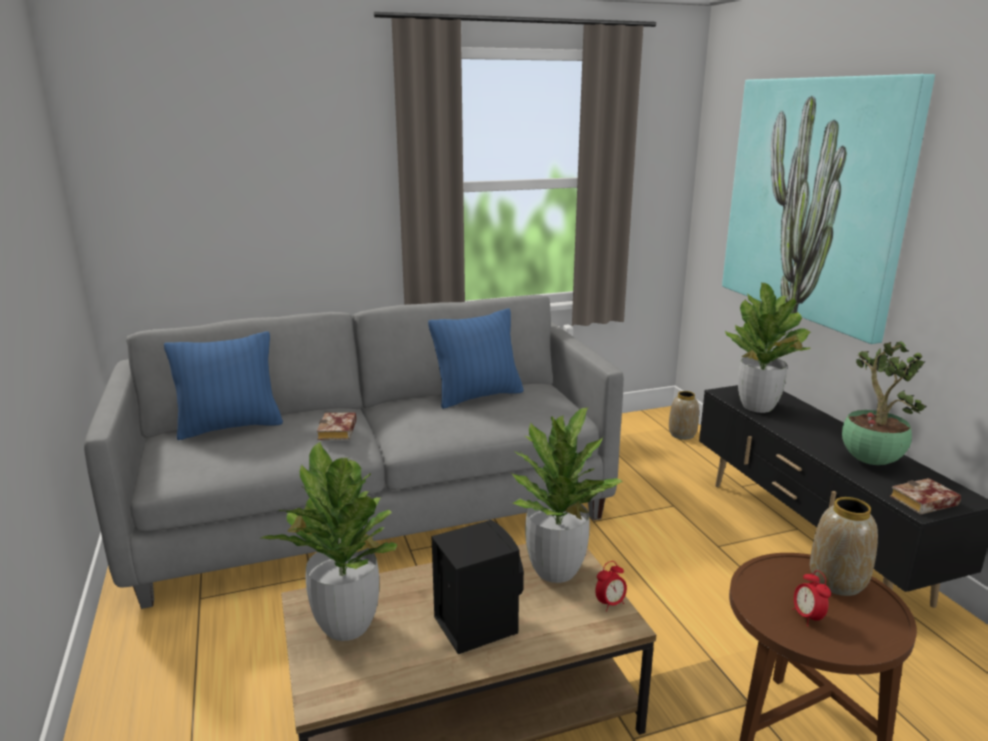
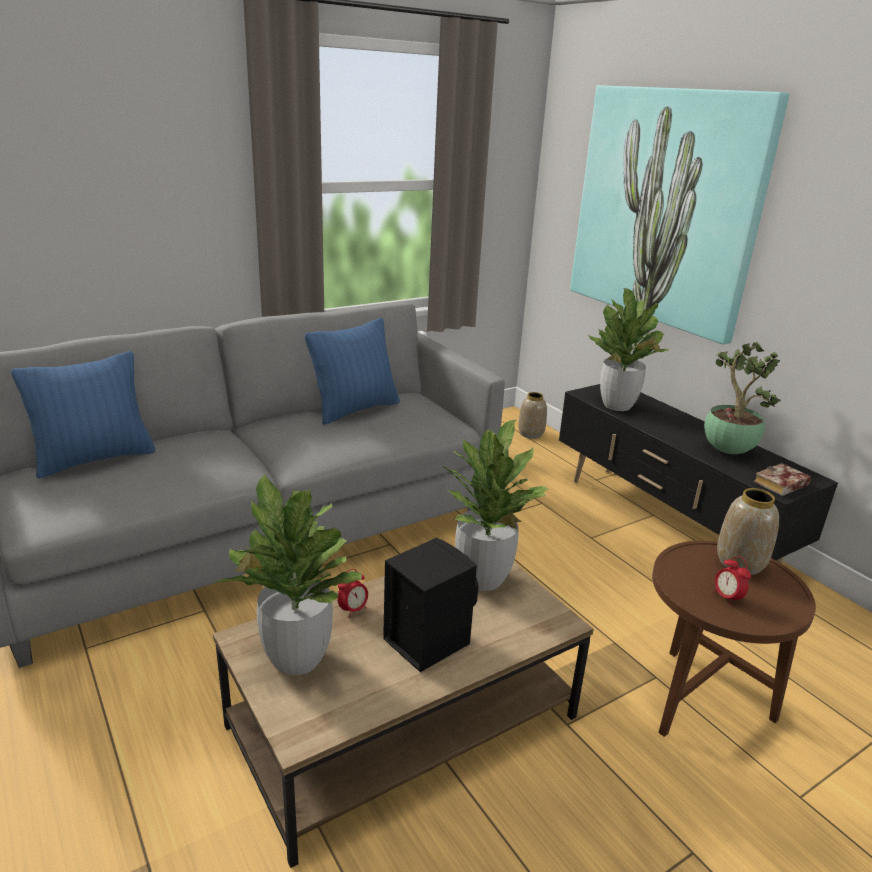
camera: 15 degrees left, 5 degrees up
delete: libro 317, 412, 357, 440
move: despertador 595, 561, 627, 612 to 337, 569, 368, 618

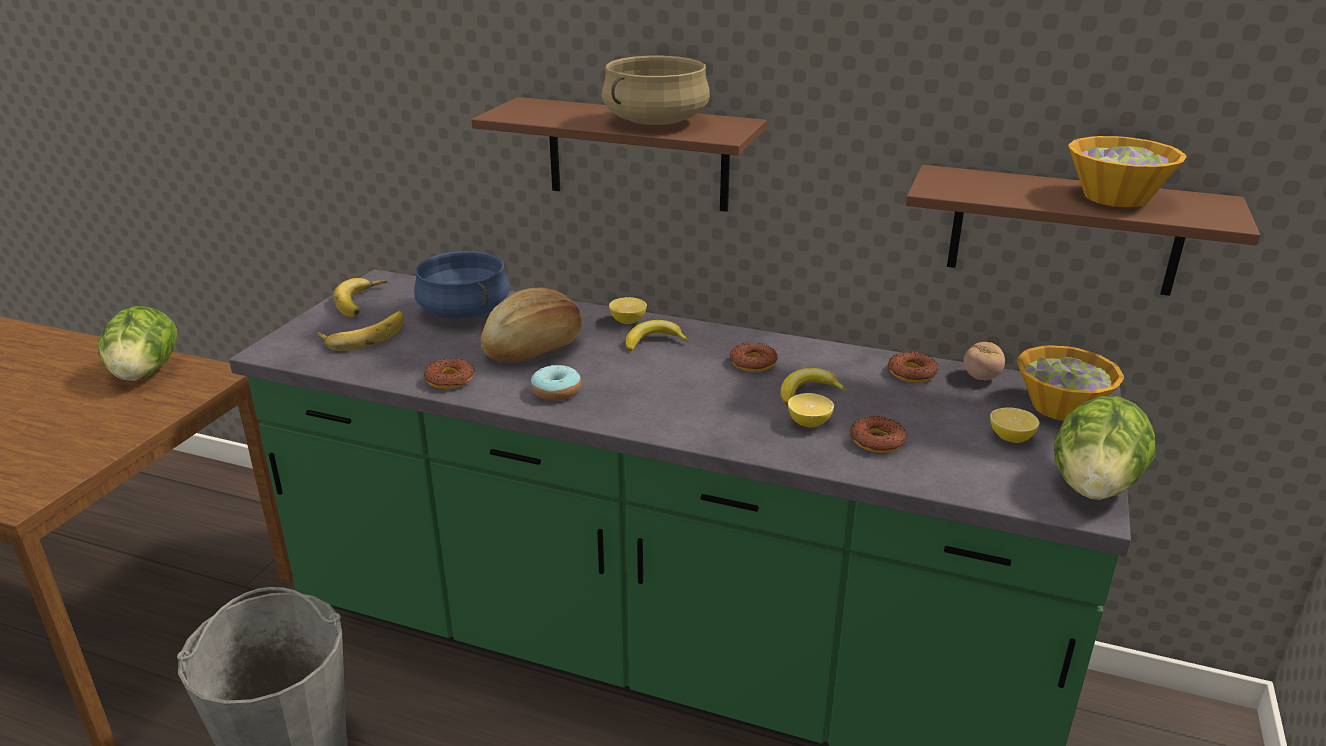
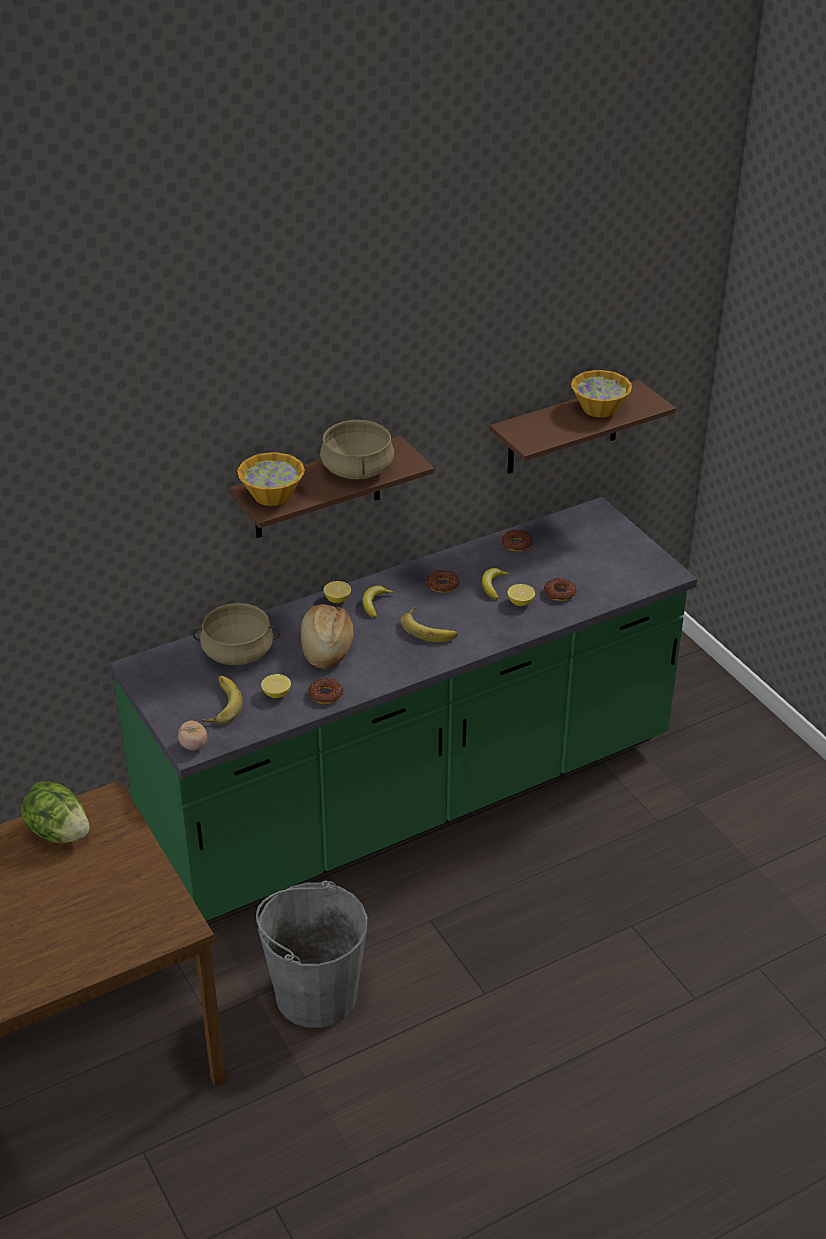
camera: 50 degrees left, 10 degrees up
delete: rosquilla 531, 365, 581, 401; lechuga 1054, 396, 1155, 500
move: plátano 333, 278, 387, 317 to 400, 606, 458, 642; tomate 963, 342, 1005, 380 to 178, 721, 207, 751; limón 990, 407, 1040, 443 to 261, 674, 291, 698; cuenco 1017, 345, 1124, 421 to 237, 452, 305, 506
recolor: olla/azul 414, 251, 510, 319 to olla/beis 192, 603, 280, 665

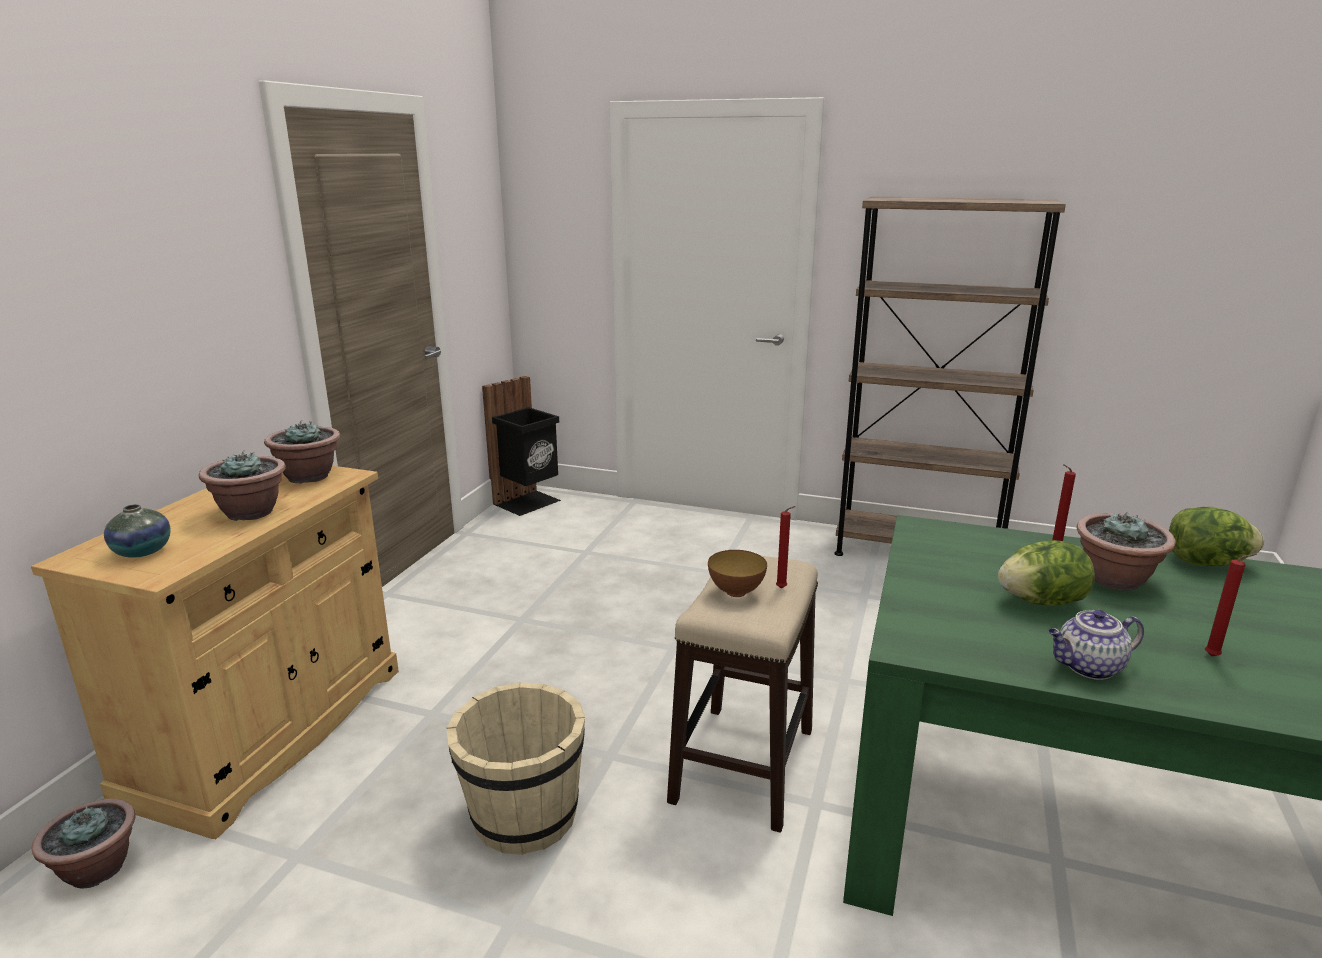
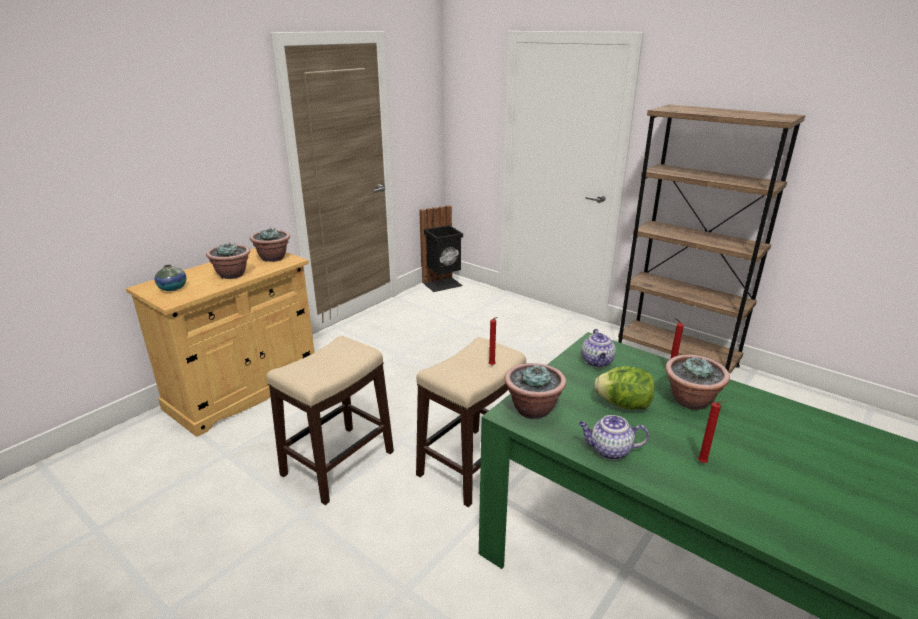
camera: 20 degrees right, 5 degrees up
delete: cuenco 708, 550, 767, 597; lechuga 1169, 507, 1264, 566
insert: tetera 581, 329, 616, 367
move: planta en maceta 32, 799, 135, 888 to 504, 363, 566, 419
replace: cubo/beis 447, 682, 585, 855 to taburete 266, 336, 394, 505

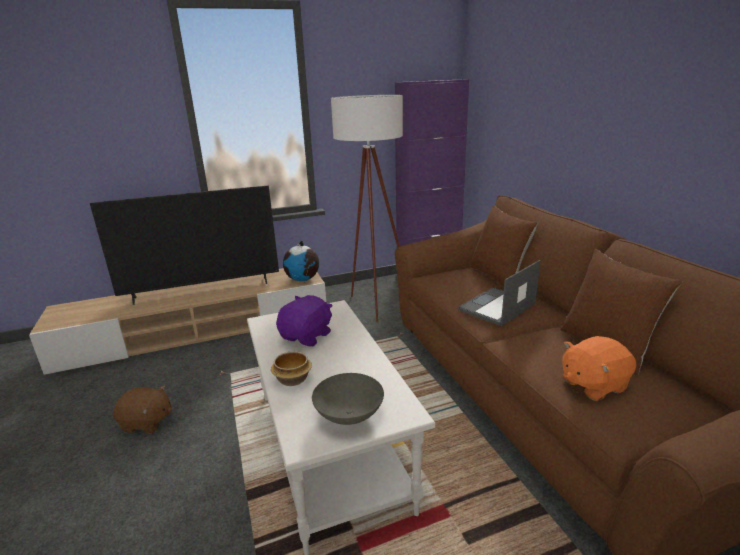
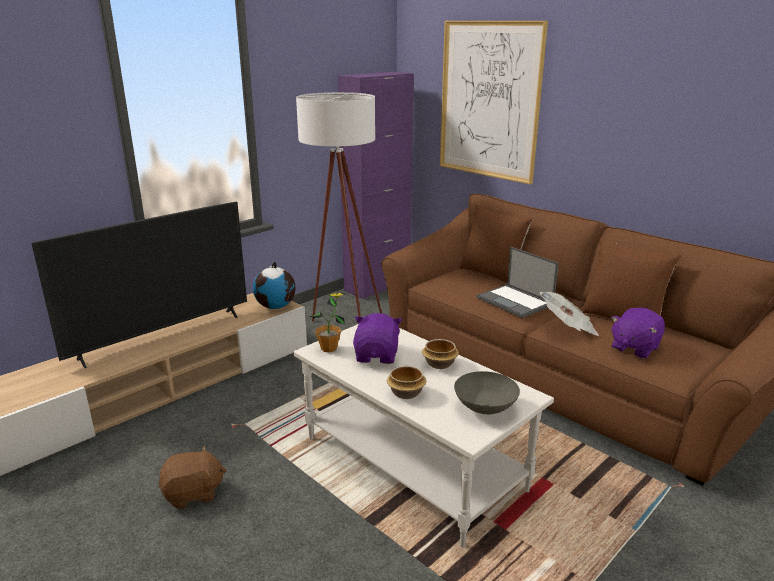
camera: 25 degrees left, 0 degrees up
insert: planta en maceta 310, 293, 346, 352; cuenco 422, 339, 459, 369; cuadro 440, 21, 548, 184; periódico 539, 292, 599, 336
recolor: peluche/naranja 562, 336, 636, 401 to peluche/morado 611, 308, 665, 359
rotate: portátil 458, 260, 541, 326 = 476, 247, 559, 318 60 degrees counterclockwise

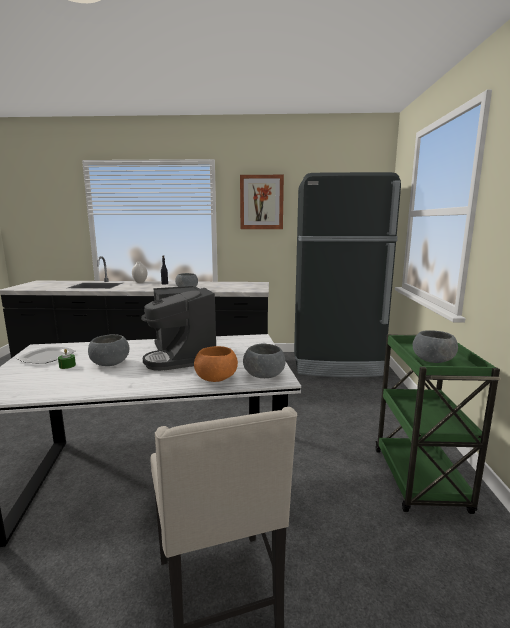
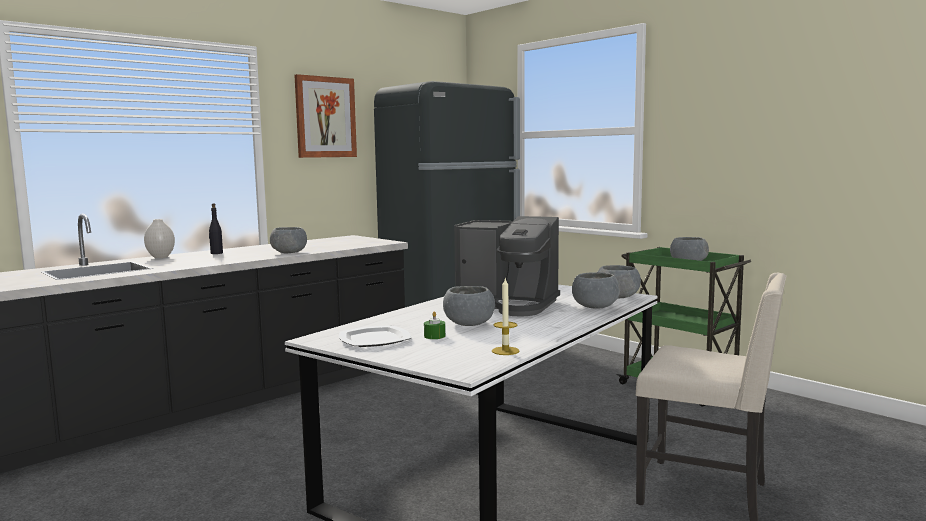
camera: 45 degrees left, 5 degrees down
insert: vela 492, 277, 520, 355
recolor: cuenco/naranja 194, 346, 238, 382 to cuenco/gris 572, 272, 620, 308

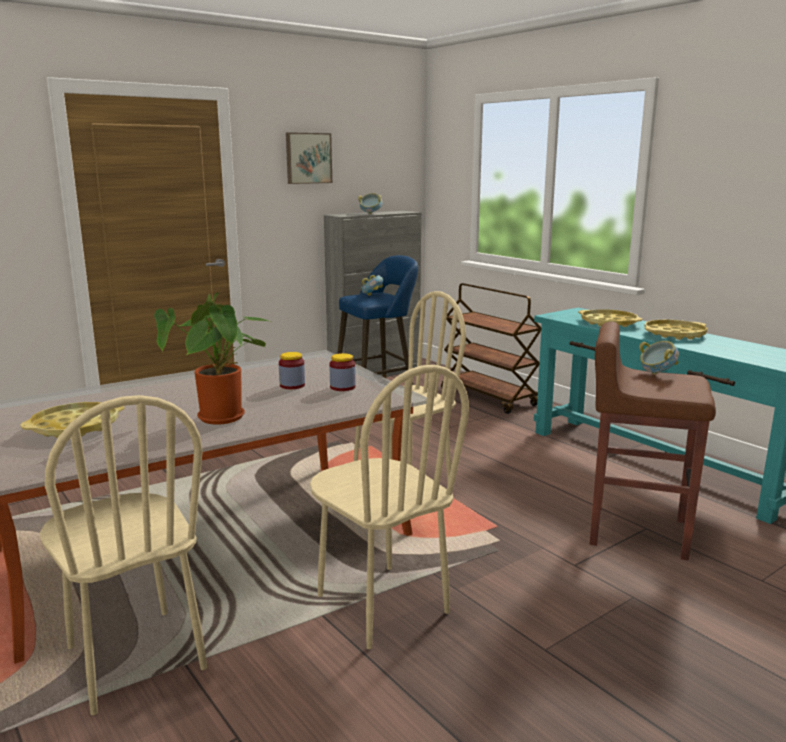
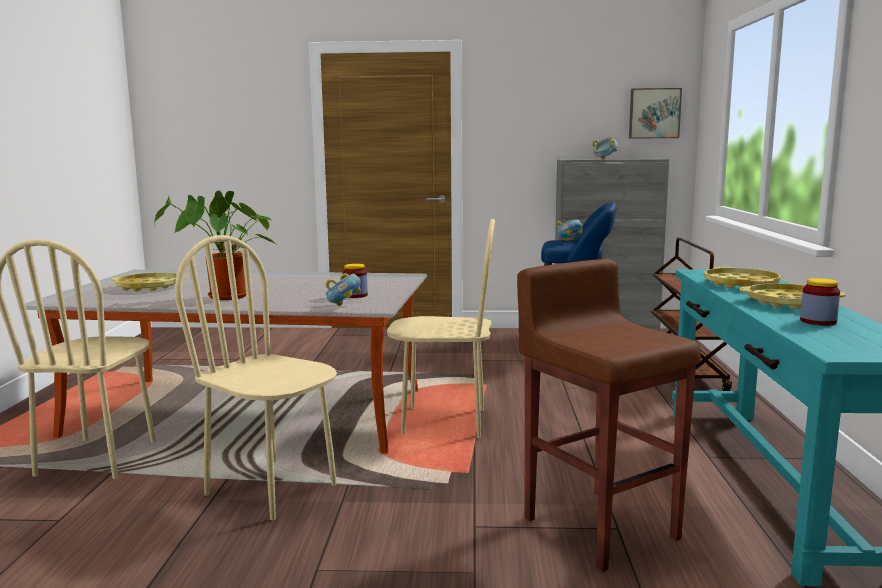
camera: 40 degrees right, 5 degrees down
move: tarro 279, 352, 305, 389 to 800, 278, 840, 326; cuadro 286, 132, 332, 184 to 629, 88, 682, 139; cuenco 639, 341, 679, 375 to 326, 273, 361, 306
rotate: silla/beis 310, 365, 469, 649 = 175, 235, 337, 520 120 degrees clockwise

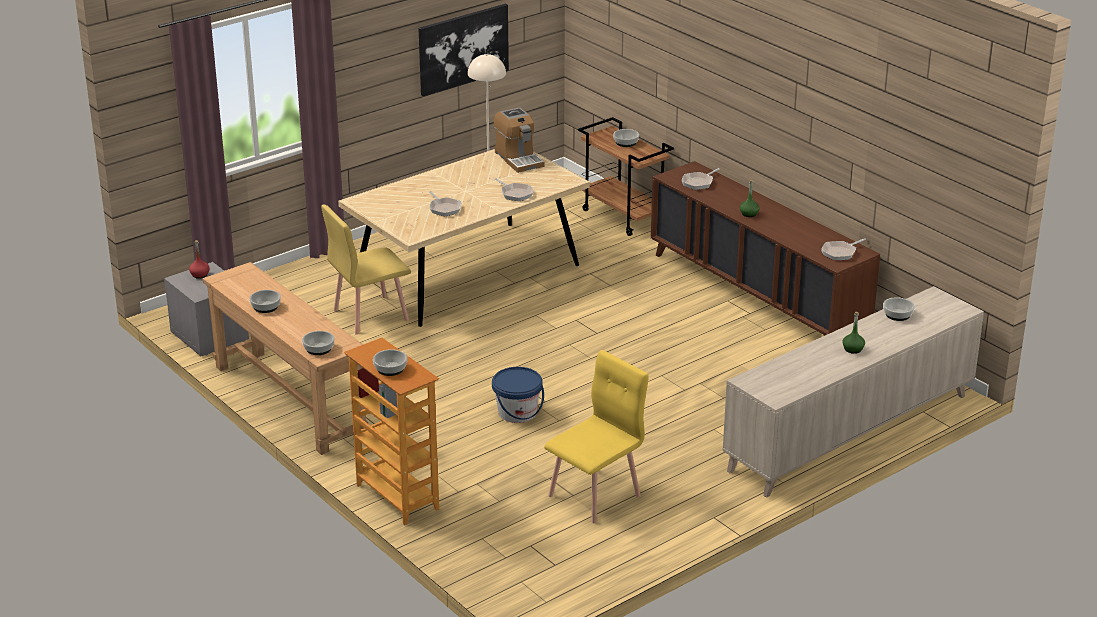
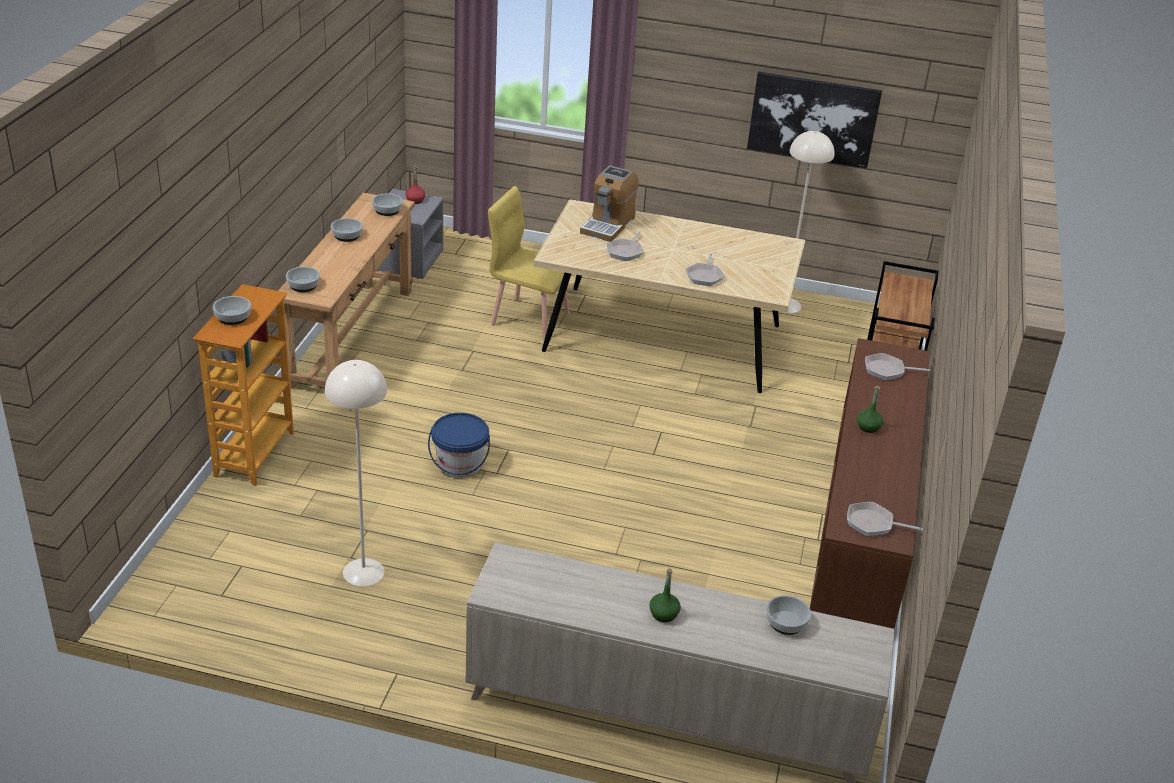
camera: 50 degrees right, 5 degrees up
move: cafetera 494, 107, 545, 173 to 580, 165, 639, 242; cuenco 613, 129, 639, 147 to 372, 194, 403, 216
replace: silla/amarillo 544, 350, 649, 523 to lámpara de pie/beis 325, 360, 387, 586

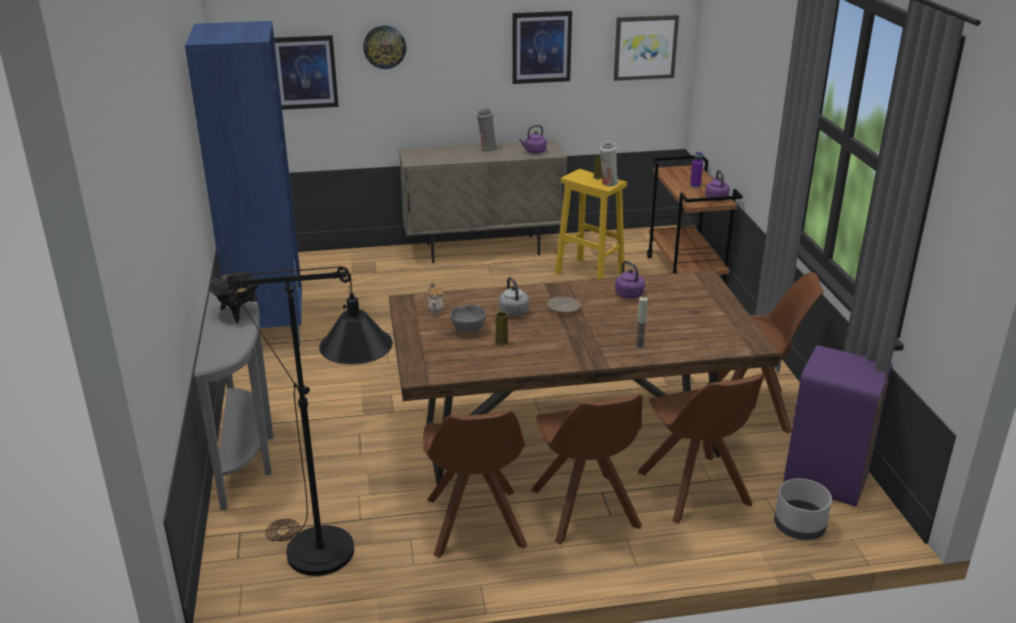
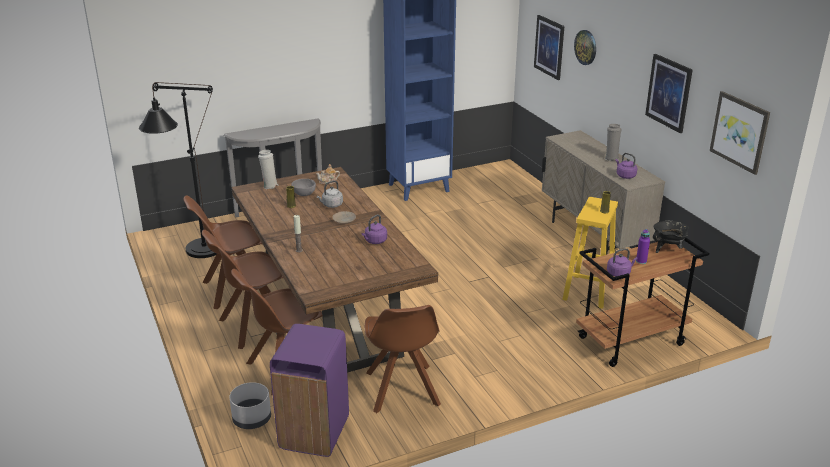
camera: 75 degrees right, 0 degrees up
move: olla/negro 209, 272, 259, 323 to 653, 221, 689, 253; florero/blanco 600, 141, 619, 186 to 258, 150, 278, 189

